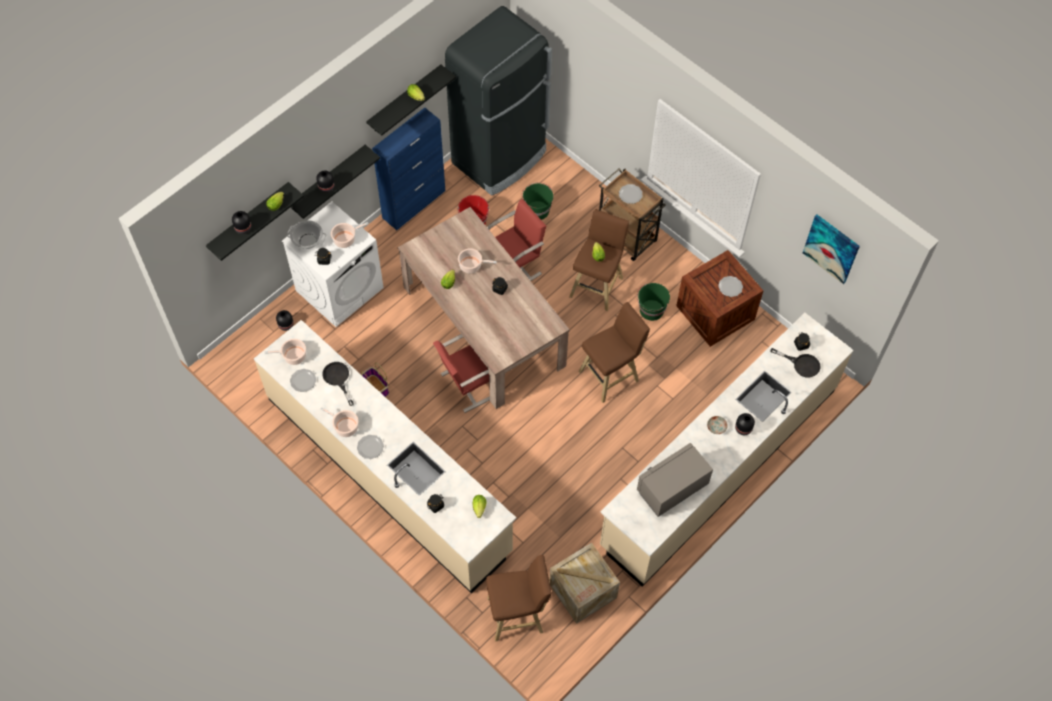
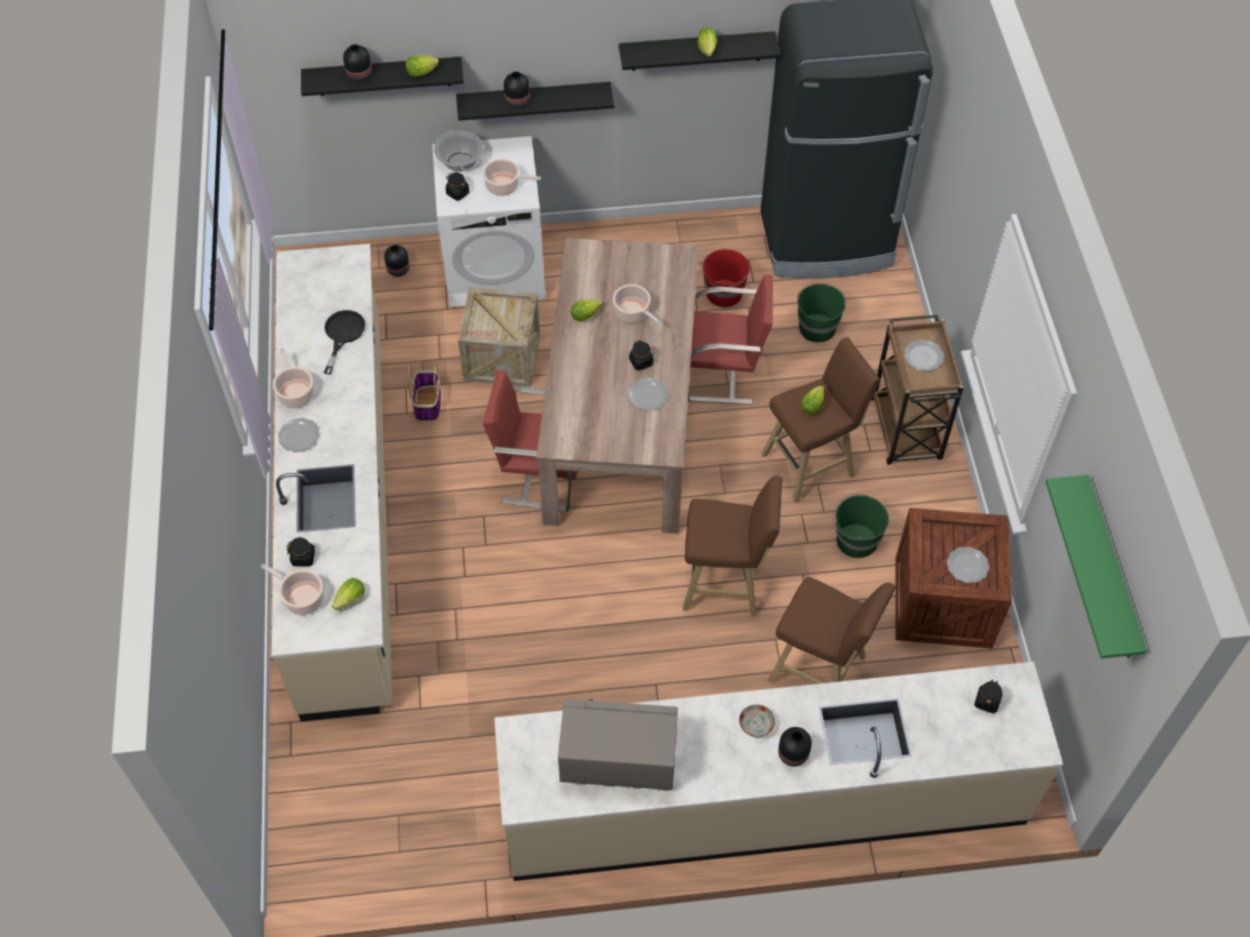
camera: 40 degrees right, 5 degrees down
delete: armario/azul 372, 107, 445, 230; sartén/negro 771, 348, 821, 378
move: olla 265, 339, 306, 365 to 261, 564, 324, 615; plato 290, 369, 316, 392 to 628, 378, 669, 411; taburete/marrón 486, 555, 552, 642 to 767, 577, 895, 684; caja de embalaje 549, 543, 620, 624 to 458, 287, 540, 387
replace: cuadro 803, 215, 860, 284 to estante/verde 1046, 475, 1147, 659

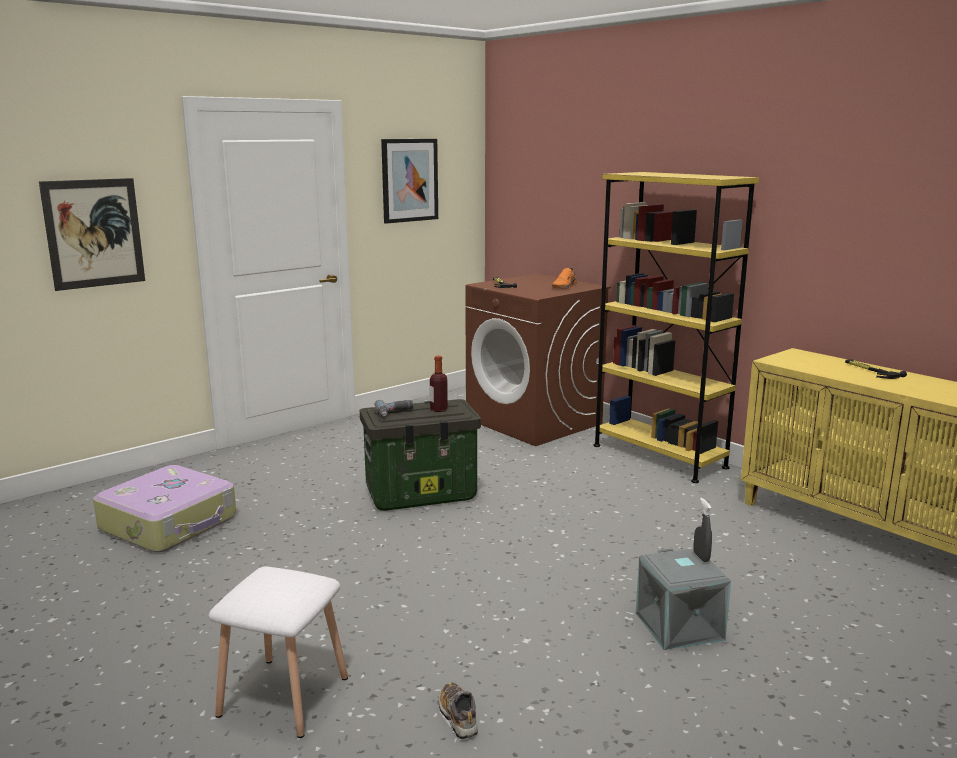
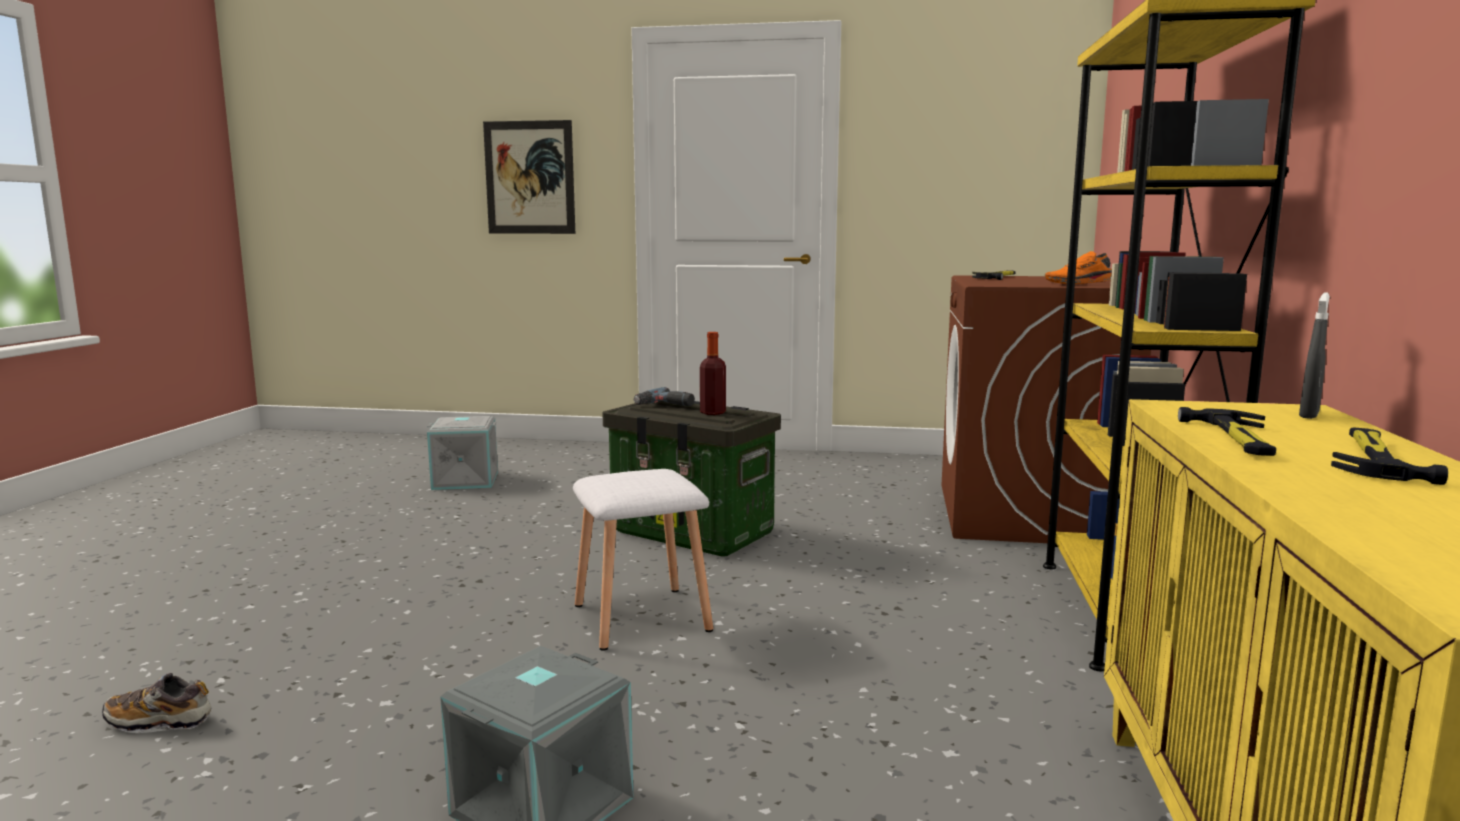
camera: 50 degrees right, 5 degrees down
delete: cuadro 381, 139, 438, 224
insert: martillo 1178, 407, 1276, 456
move: taburete/blanco 209, 566, 348, 738 to 573, 469, 713, 651; pulverizador/gris 693, 498, 712, 562 to 1299, 292, 1330, 419
replace: maleta 93, 465, 236, 552 to caja de almacenaje/gris 427, 416, 498, 490
rotate: zapato 439, 682, 478, 740 = 102, 673, 211, 733 120 degrees counterclockwise

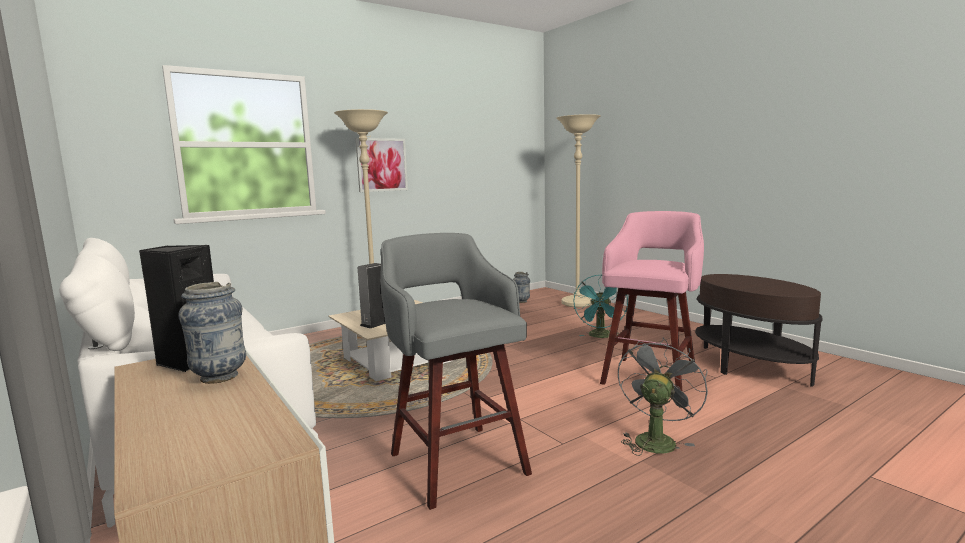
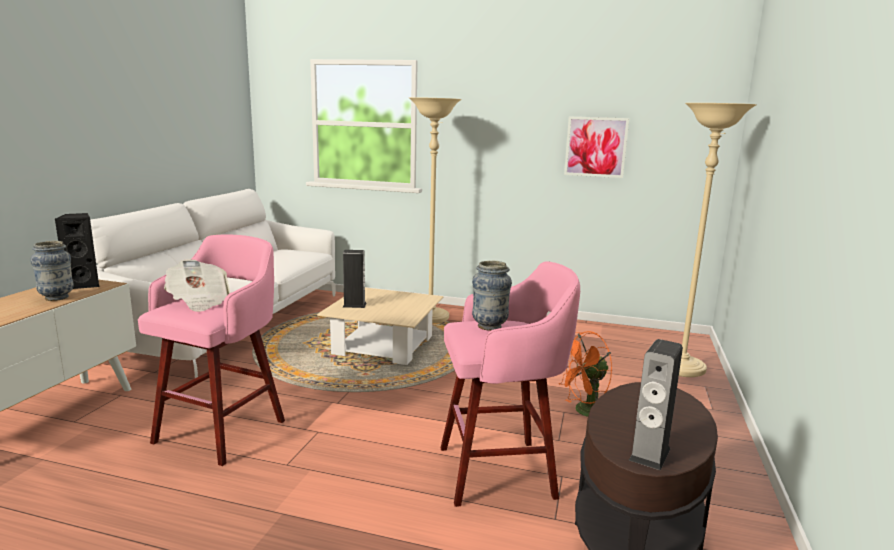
camera: 50 degrees right, 5 degrees up
delete: ventilador/gris 618, 337, 708, 456
insert: periódico 164, 259, 230, 312; altavoz 629, 339, 683, 470
move: cuadro 356, 138, 408, 192 to 564, 116, 629, 178; florero 513, 272, 530, 303 to 472, 261, 512, 331
recolor: taburete/gris 380, 233, 532, 510 to taburete/rosa 138, 234, 285, 466; ventilador/turquesa 573, 275, 628, 338 to ventilador/naranja 559, 331, 612, 417

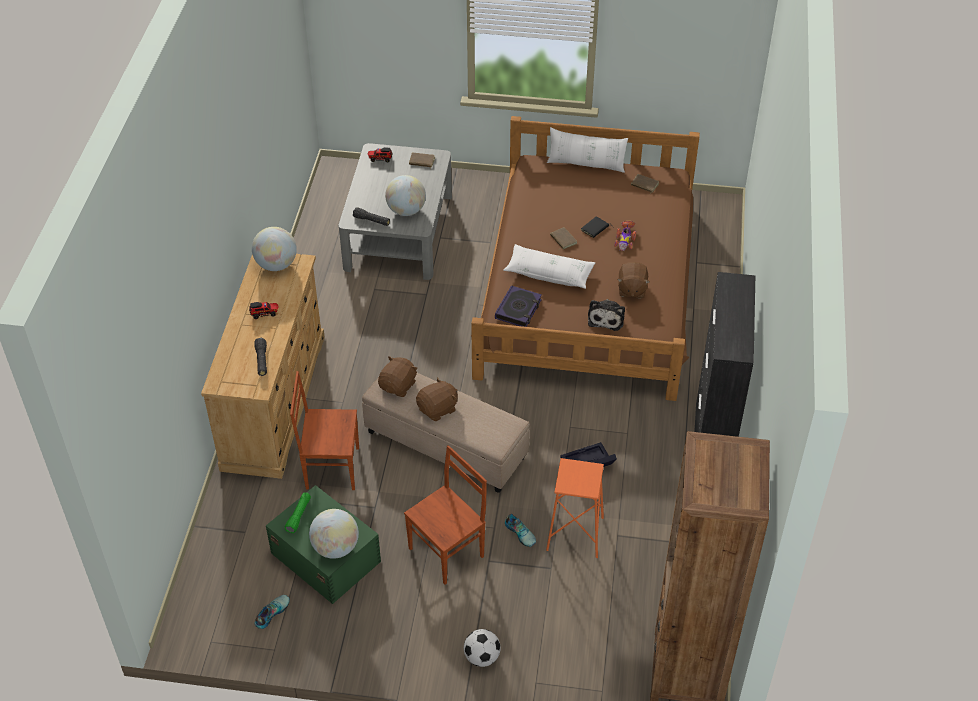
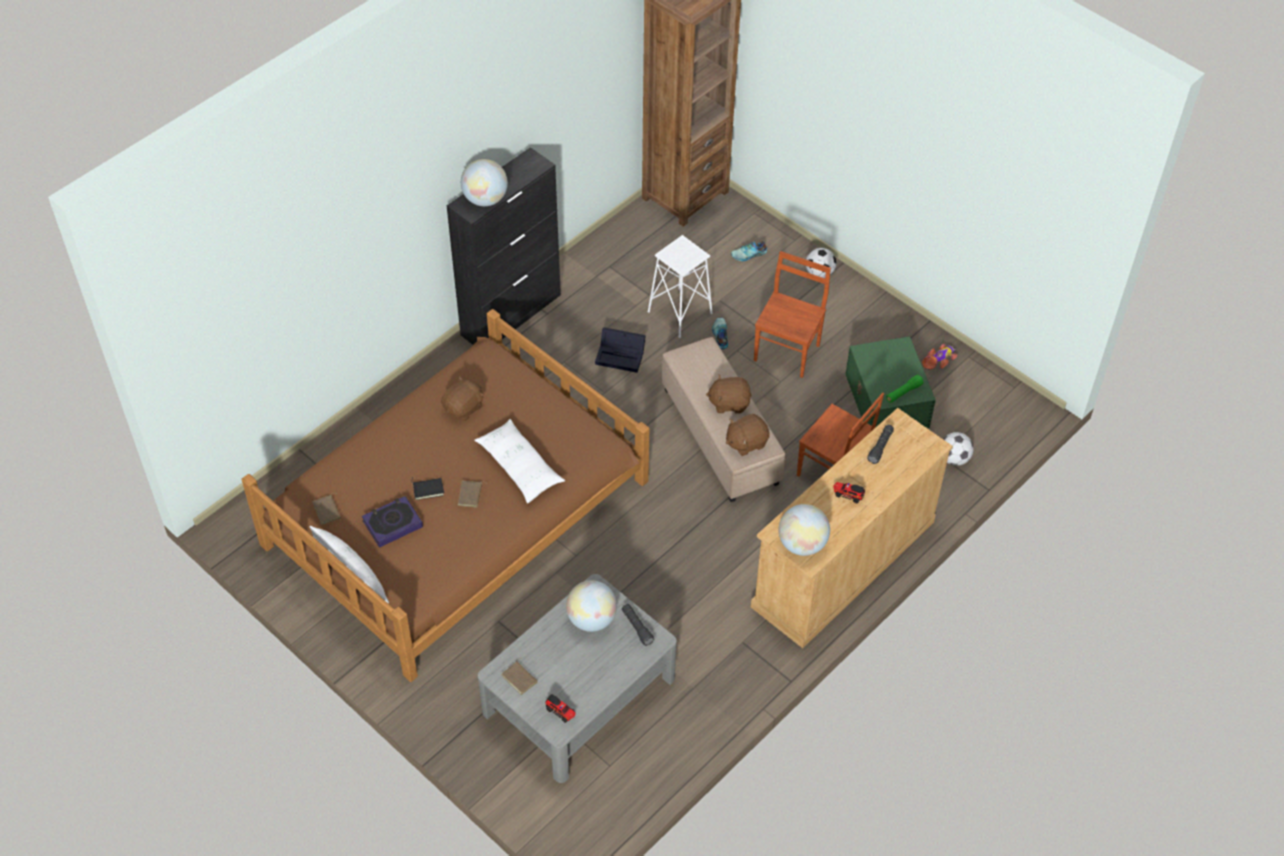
camera: 145 degrees left, 5 degrees up
delete: peluche 588, 299, 625, 331
insert: balón de fútbol 943, 432, 974, 466
move: zapato 254, 595, 290, 629 to 731, 241, 767, 261; globo terráqueo 309, 509, 359, 559 to 461, 159, 508, 206; libro 495, 285, 542, 327 to 362, 496, 423, 548; coche de juguete 614, 221, 636, 251 to 922, 344, 957, 370
recolor: taburete/naranja 546, 458, 604, 558 to taburete/blanco 648, 235, 713, 338
rotate: silla/marrón 404, 445, 487, 585 = 754, 251, 831, 378 120 degrees clockwise

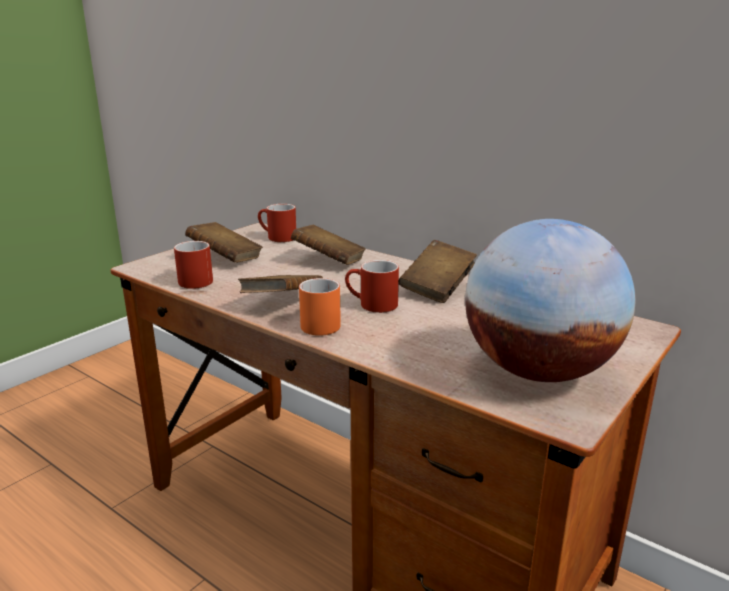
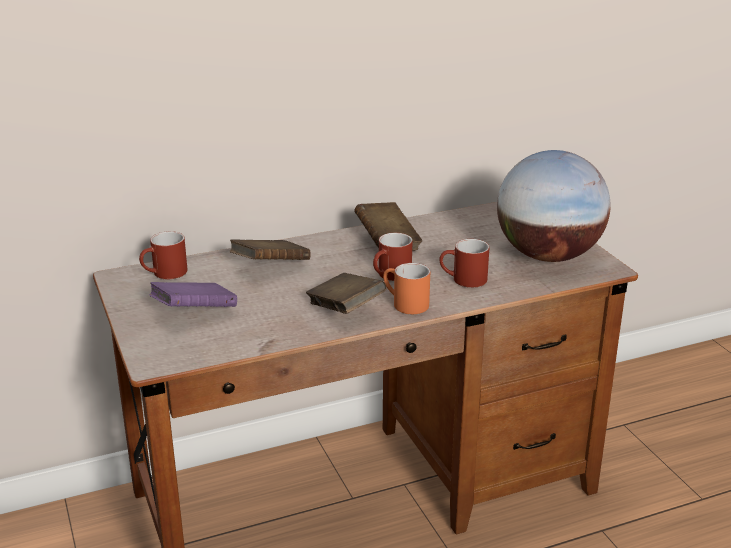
camera: 60 degrees left, 5 degrees up
move: taza grande/rojo 174, 241, 213, 289 to 439, 239, 490, 288
recolor: libro/marrón 185, 222, 263, 263 to libro/morado 149, 282, 237, 307

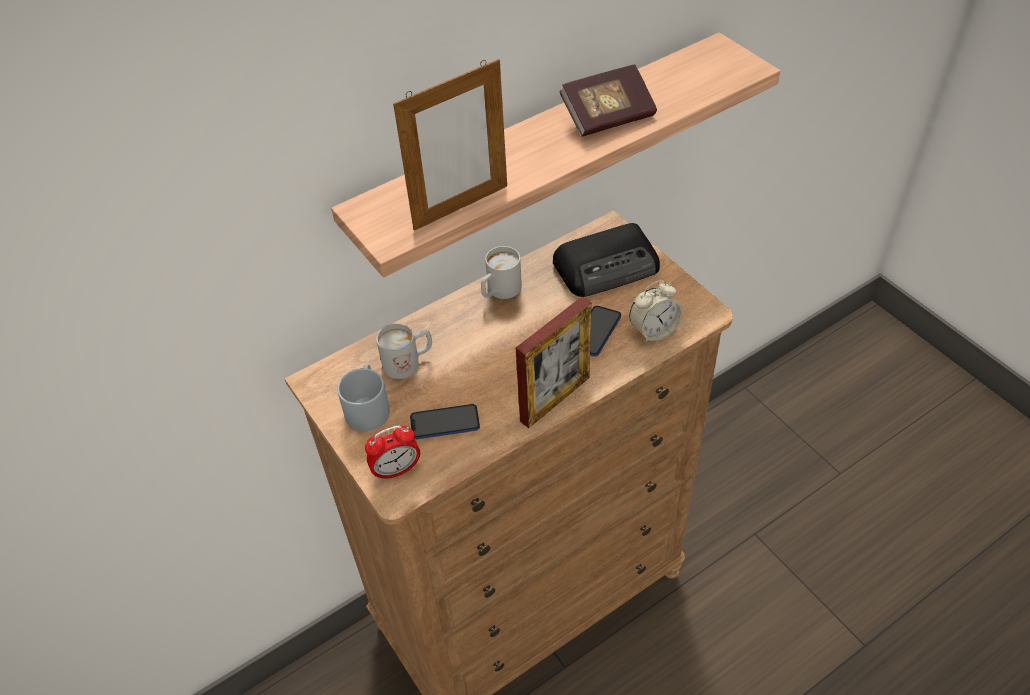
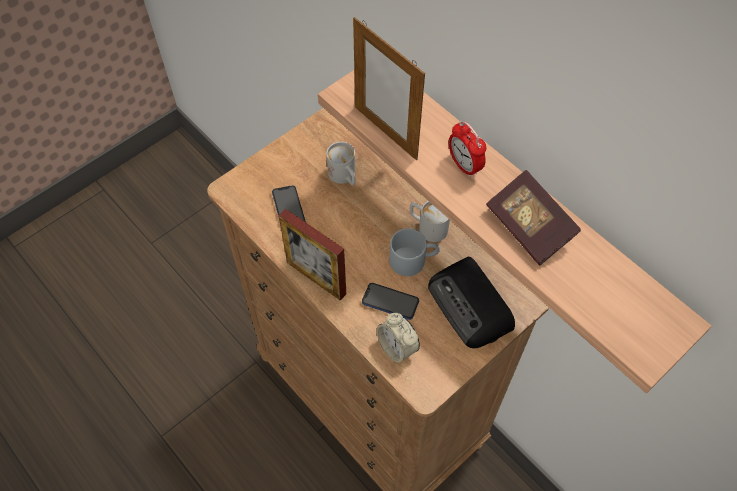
camera: 80 degrees right, 10 degrees up
move: taza grande/gris 337, 364, 390, 431 to 389, 228, 440, 276; despertador 365, 426, 420, 481 to 449, 121, 486, 178

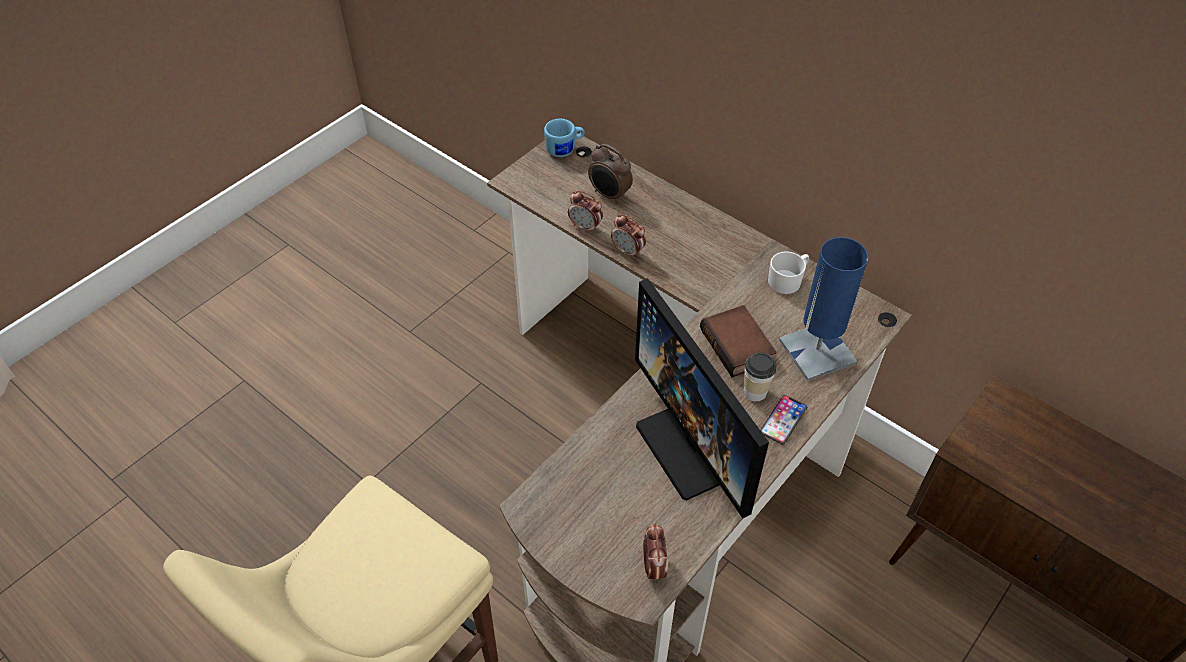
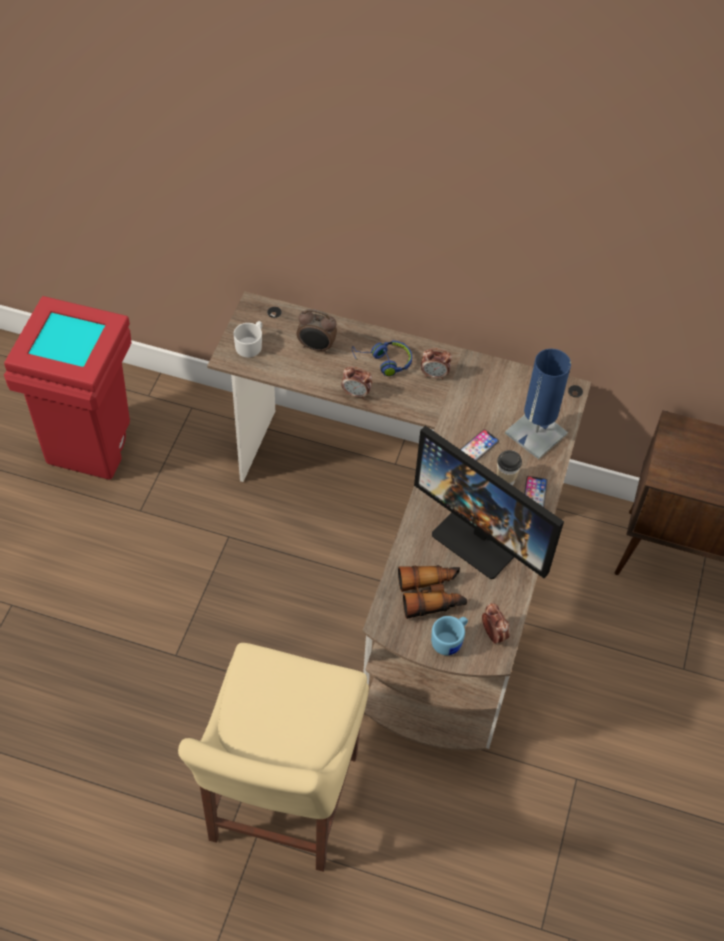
camera: 25 degrees left, 5 degrees up
insert: papelera/rojo 4, 296, 131, 479; auriculares/azul 352, 341, 412, 376; prismáticos 398, 565, 467, 619
move: taza grande/azul 544, 119, 585, 157 to 431, 616, 468, 656; despertador 568, 190, 603, 234 to 421, 349, 452, 379; taza grande/blanco 768, 251, 809, 294 to 233, 321, 262, 357
replace: libro 700, 305, 776, 378 to móvil 460, 429, 499, 461

